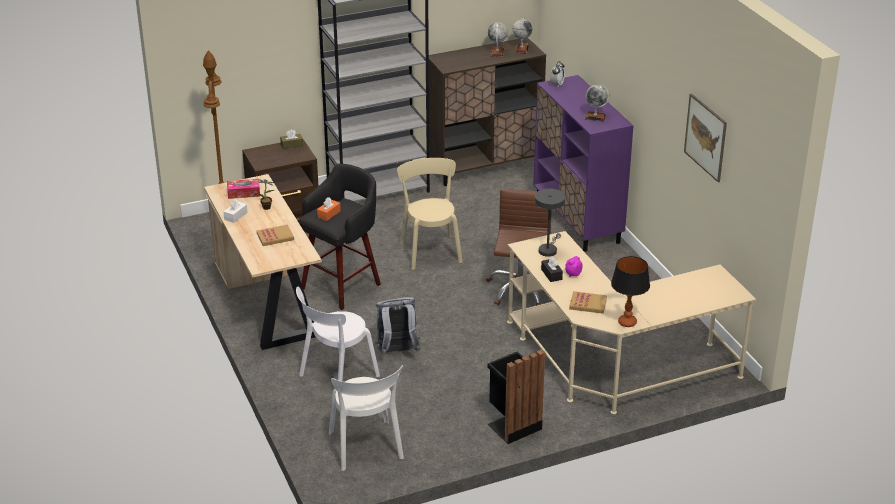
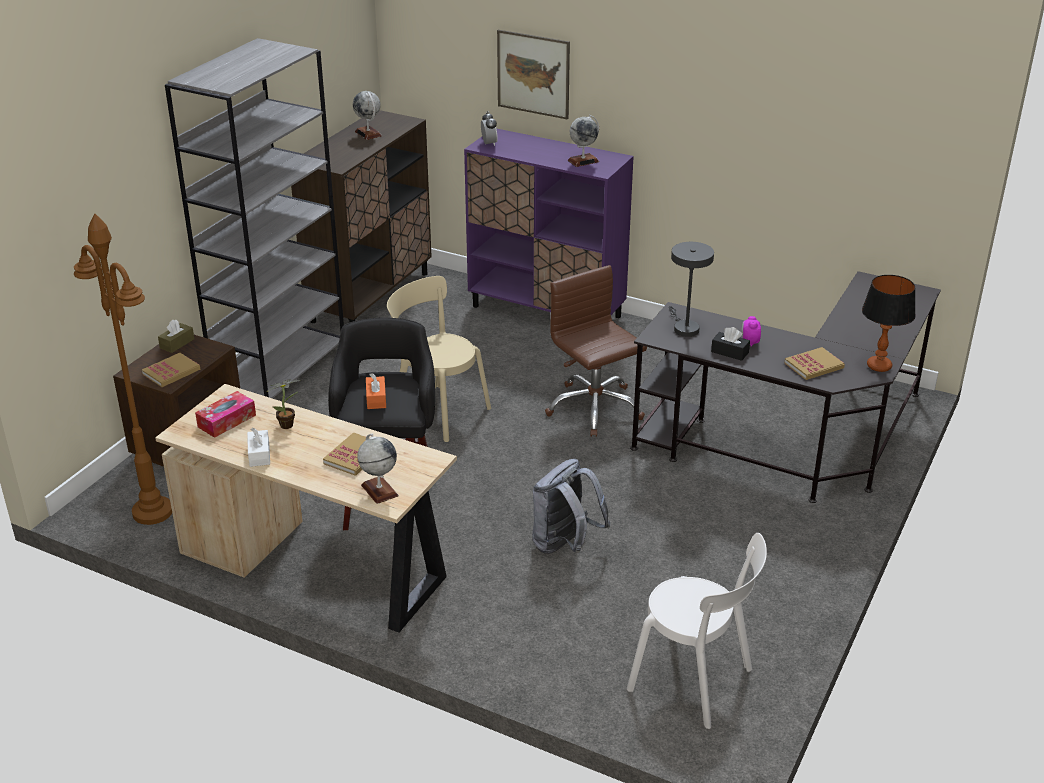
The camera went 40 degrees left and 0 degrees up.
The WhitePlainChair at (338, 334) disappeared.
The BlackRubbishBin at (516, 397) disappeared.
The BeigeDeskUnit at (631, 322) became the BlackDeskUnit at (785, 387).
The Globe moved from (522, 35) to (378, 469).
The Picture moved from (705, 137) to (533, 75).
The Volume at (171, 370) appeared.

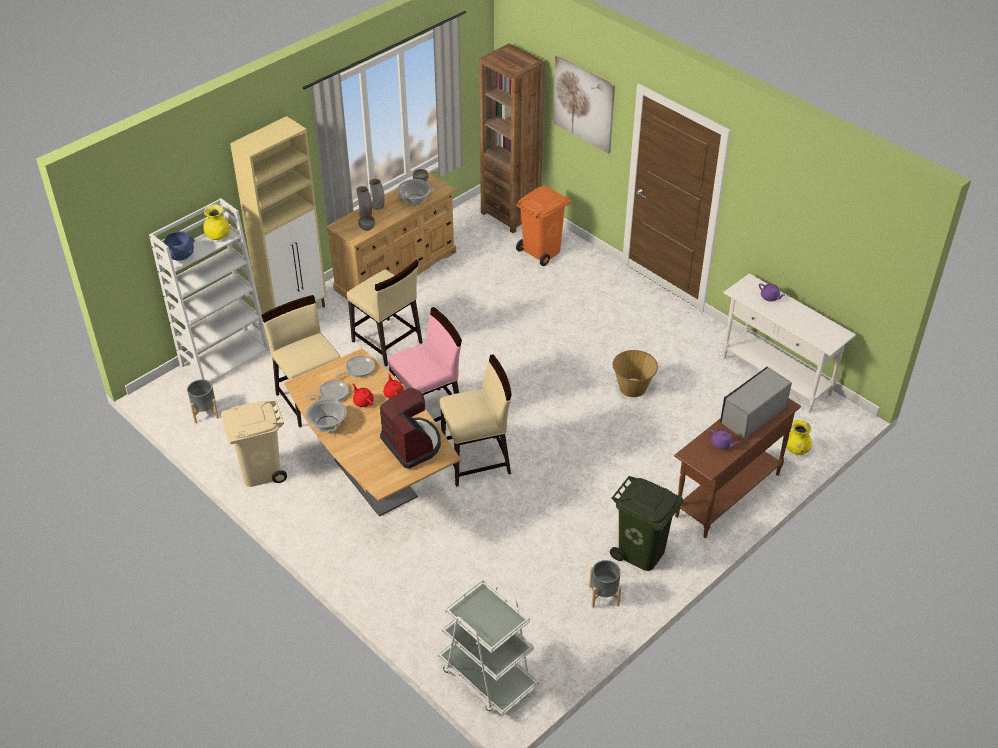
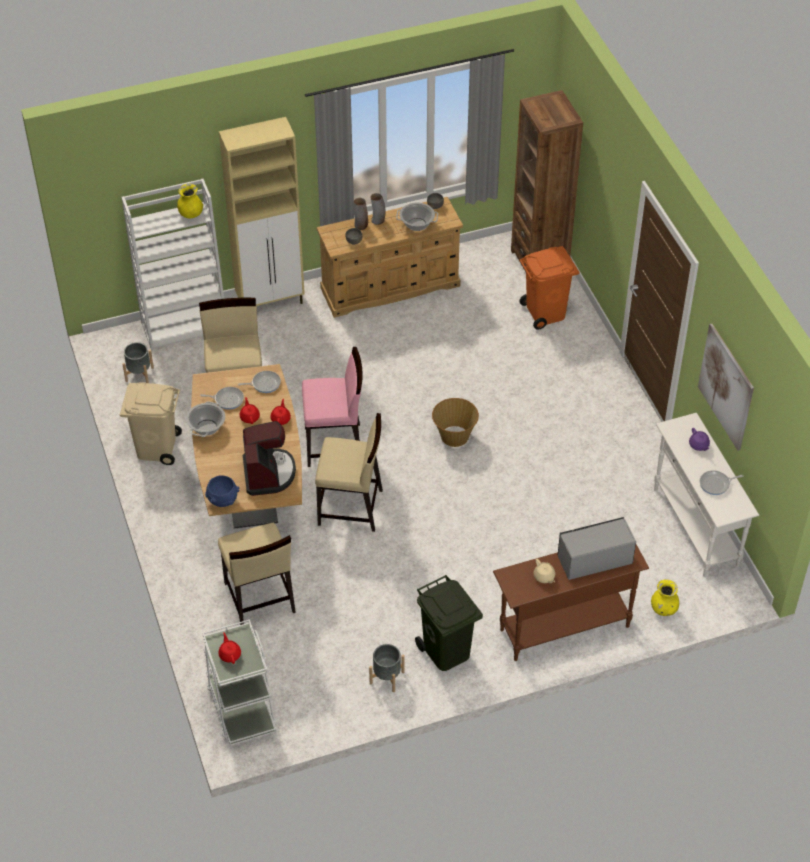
The camera went 25 degrees right and 5 degrees up.
The BlueDeepDish moved from (179, 246) to (222, 491).
The BeigePlainChair moved from (385, 313) to (257, 573).
The Picture moved from (584, 104) to (726, 387).
The StorageBasket moved from (635, 373) to (455, 422).
The PurplishPotForTea at (723, 439) became the BeigePotForTea at (544, 571).
The RedColouredPotForTea at (229, 648) appeared.
The FryingPan at (722, 482) appeared.

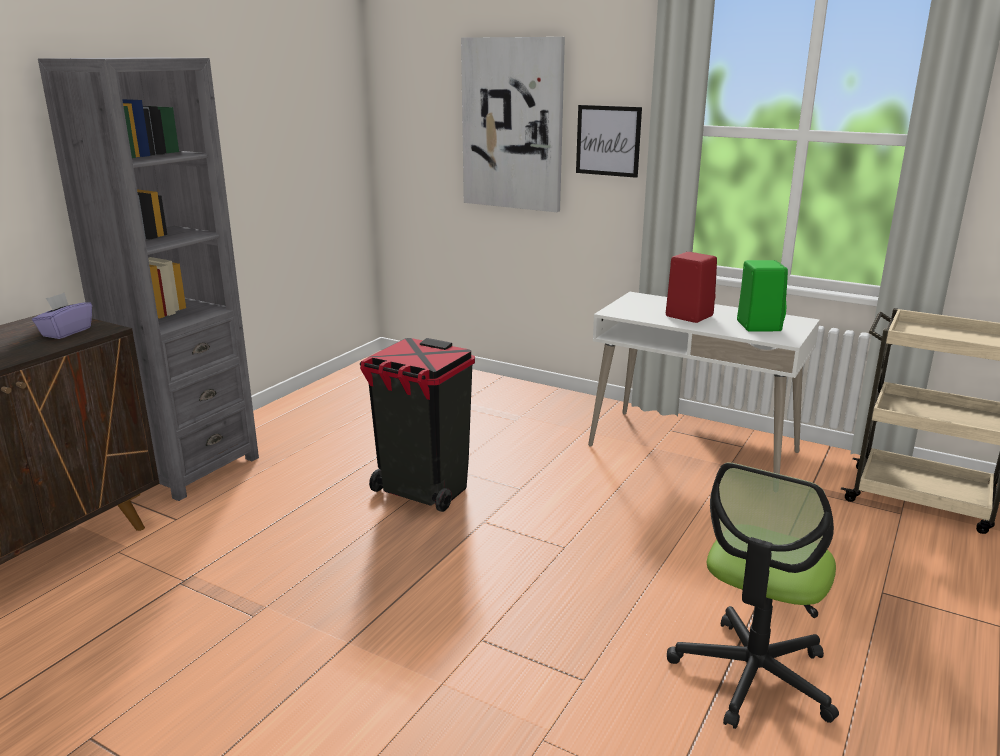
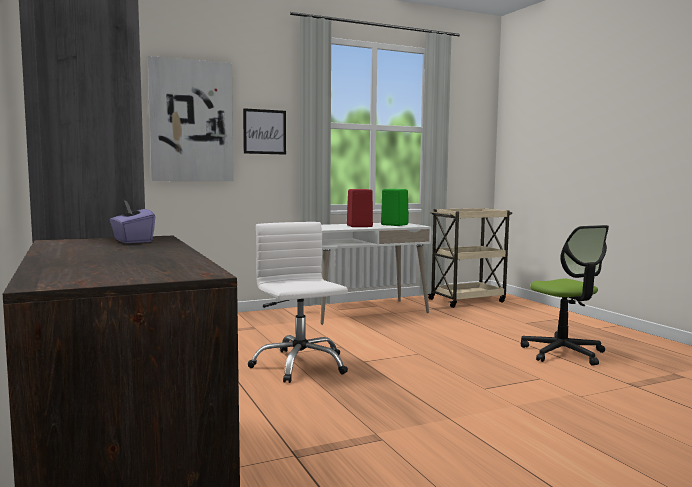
The camera went 55 degrees left and 15 degrees down.
The BlackRubbishBin at (417, 425) was replaced by the WhiteDeskChair at (298, 302).

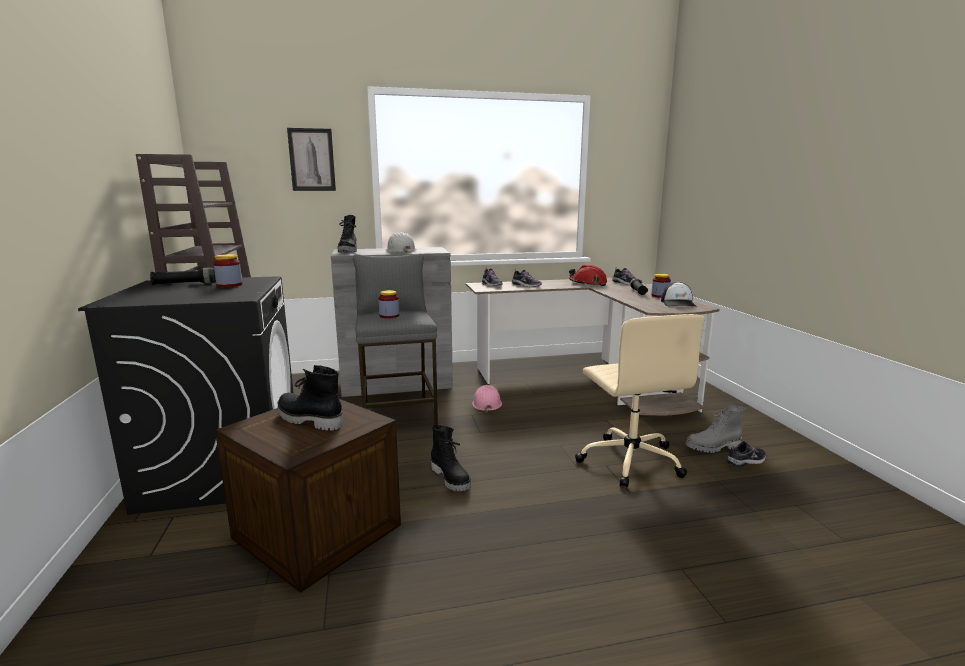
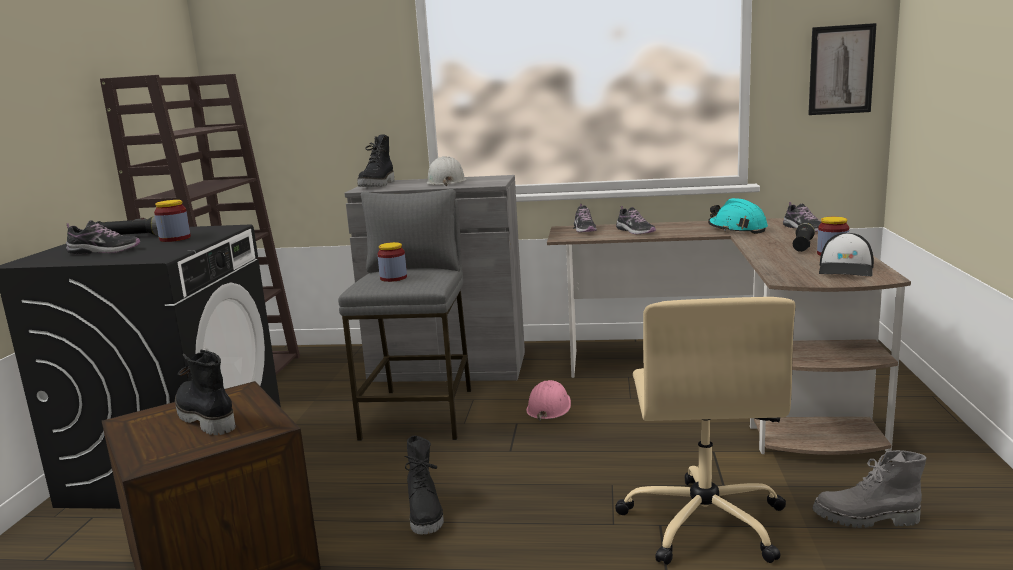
The camera went 20 degrees right and 0 degrees up.
The Picture moved from (311, 159) to (842, 69).
The RedColouredWorkHelmet at (588, 275) became the TurquoiseColouredWorkHelmet at (738, 216).
The Shoe moved from (746, 454) to (103, 237).

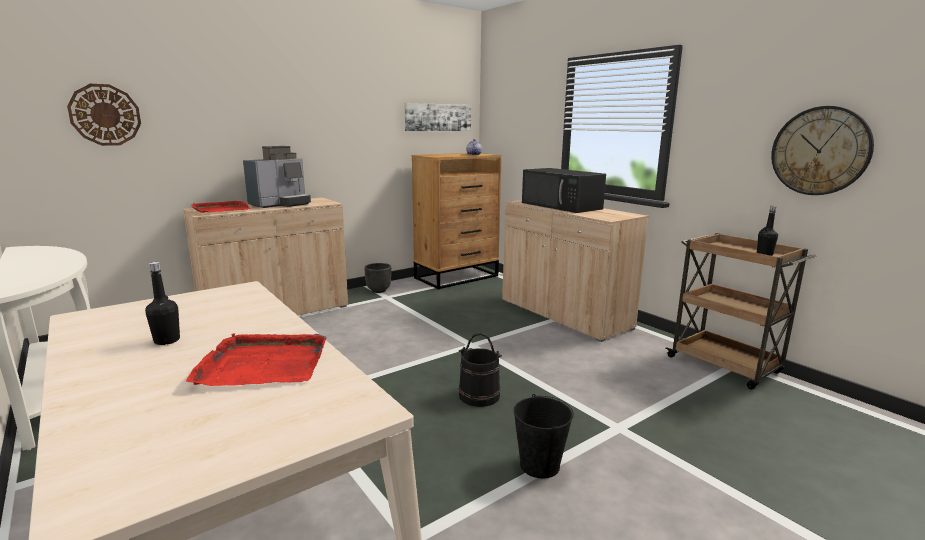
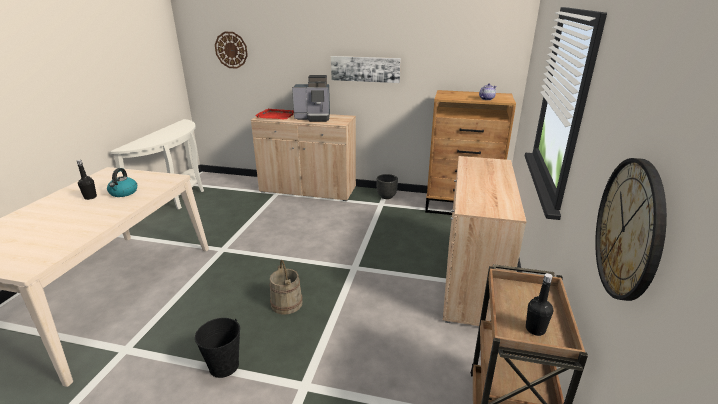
The camera went 50 degrees right and 10 degrees up.
The RedColouredCarryingTray at (256, 359) disappeared.
The Picture moved from (437, 117) to (366, 69).
The BlackPail at (480, 370) became the BeigePail at (286, 287).
The BlackMicrowaveOven at (564, 190) disappeared.
The TeaKettle at (122, 182) appeared.

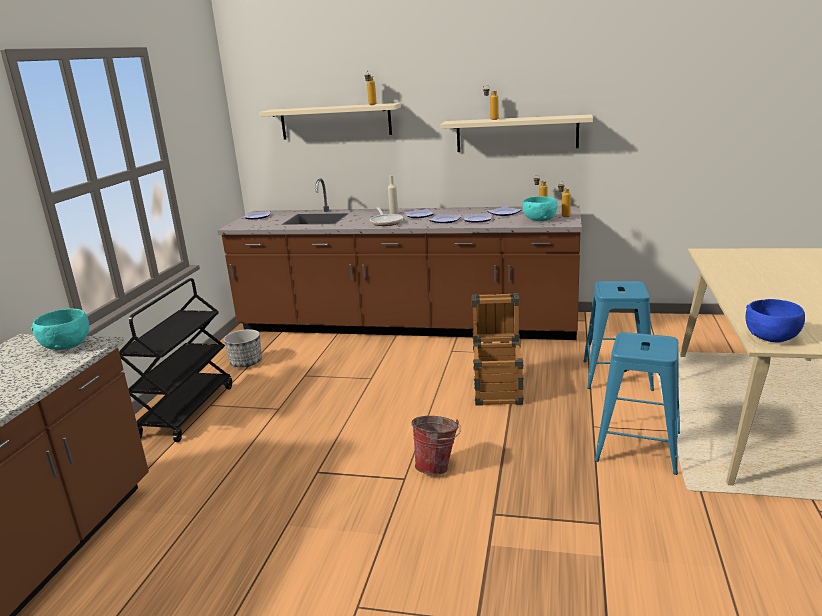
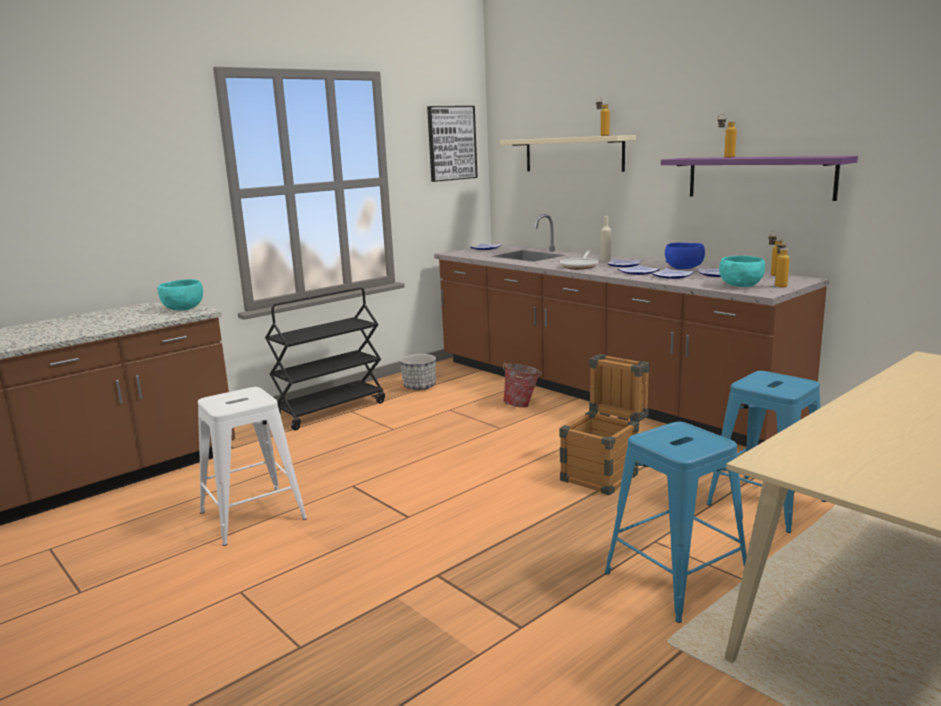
The camera went 35 degrees right and 5 degrees down.
The Pail moved from (436, 445) to (522, 385).
The BeigeShelf at (516, 133) became the PurplishShelf at (759, 178).
The BlueDeepDish moved from (775, 320) to (685, 256).
The WhiteSittingStool at (252, 466) appeared.
The Picture at (452, 144) appeared.

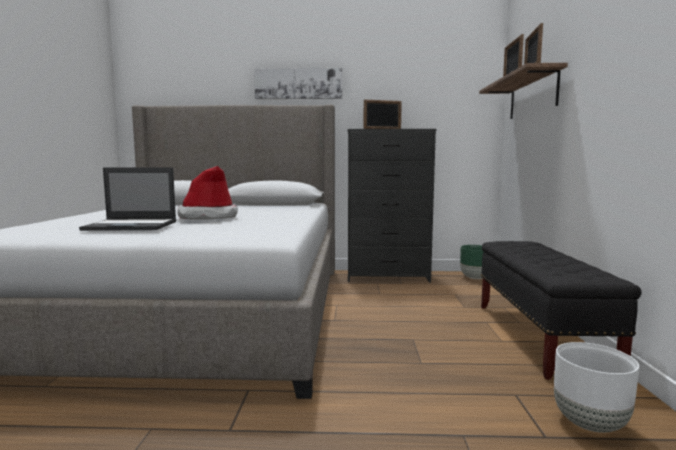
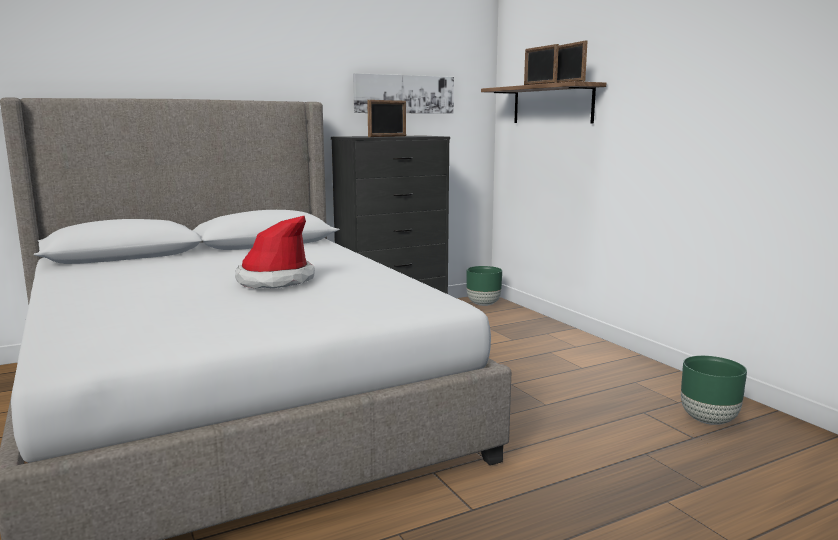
The camera went 30 degrees left and 5 degrees up.
The PortableComputer at (127, 199) disappeared.
The Picture moved from (298, 83) to (403, 93).
The BlackBench at (561, 310) disappeared.
The WhitePlanter at (596, 387) became the GreenishPlanter at (714, 390).

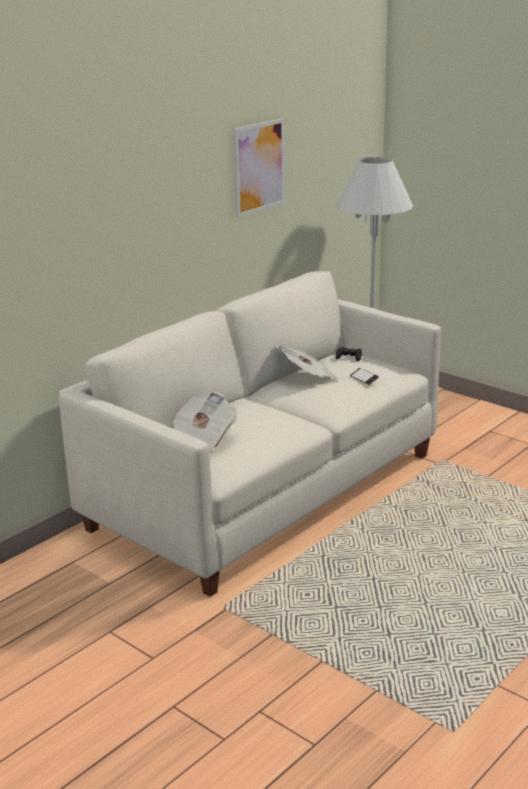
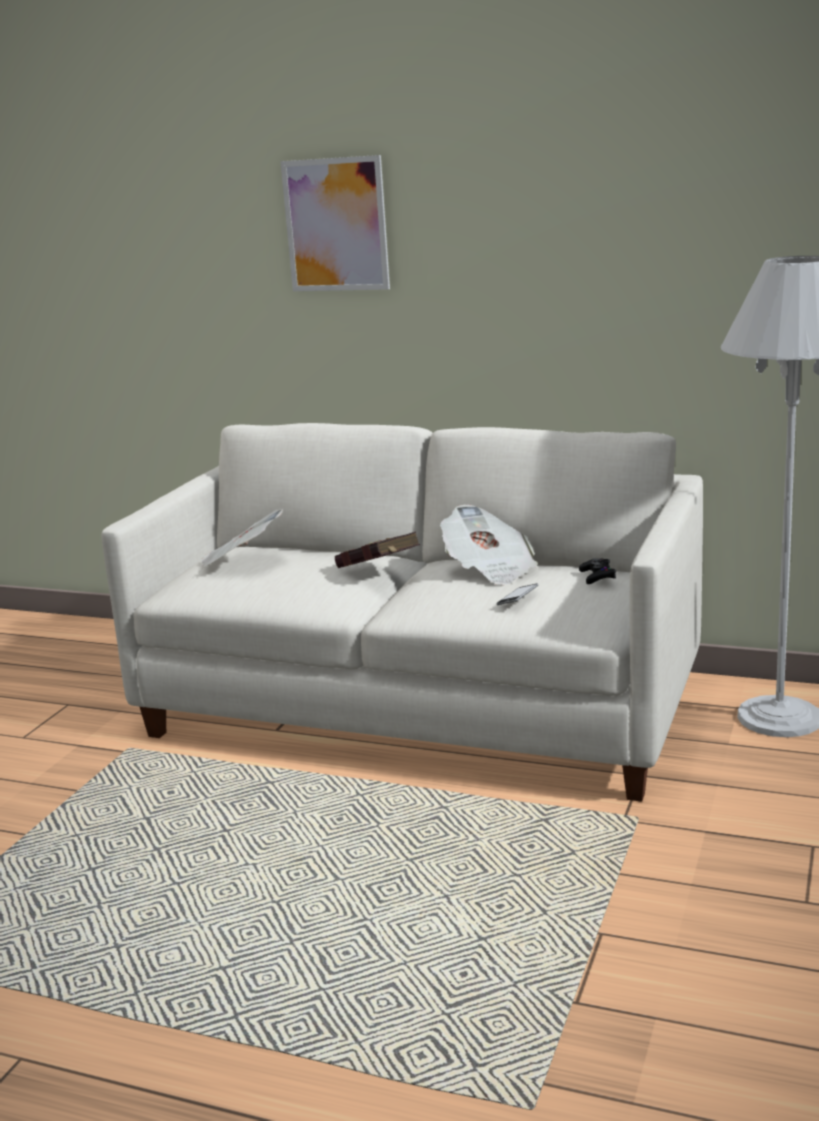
The camera went 70 degrees right and 5 degrees down.
The Picture moved from (259, 167) to (335, 223).
The RedColouredVolume at (377, 549) appeared.

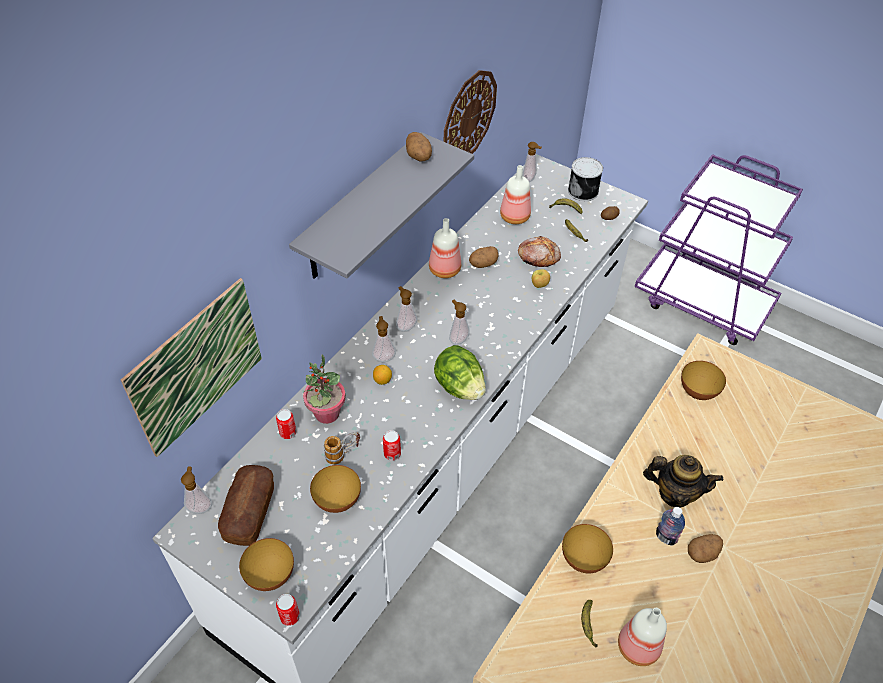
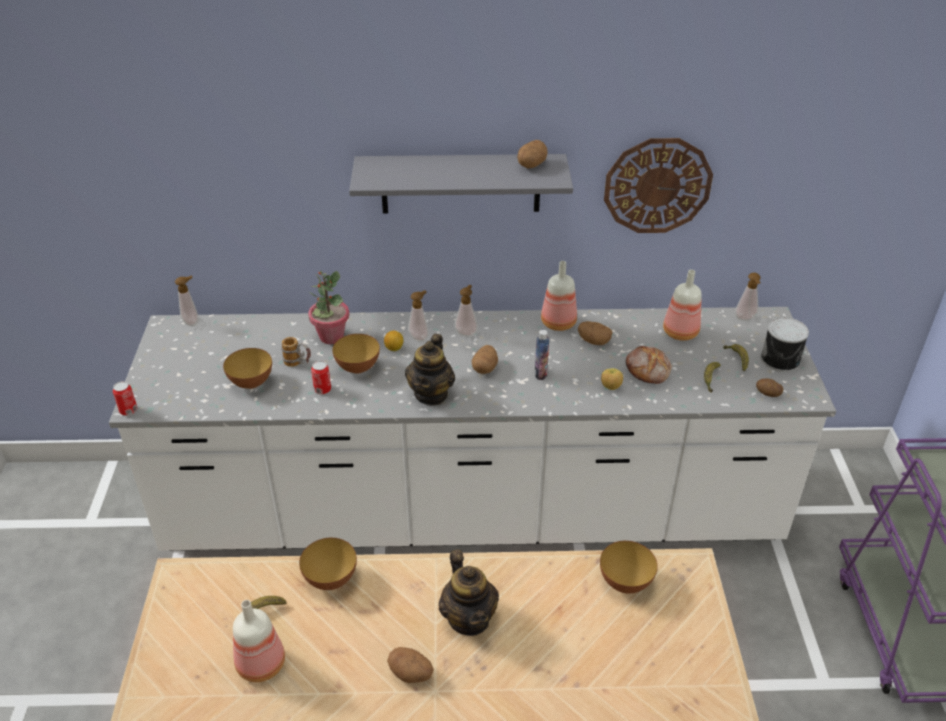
The camera went 55 degrees right and 10 degrees down.
The Picture at (191, 367) disappeared.
The Bread at (246, 505) disappeared.
The DeepDish moved from (266, 564) to (356, 354).
The MetalCan at (286, 424) disappeared.
The HeadOfLettuce at (460, 372) was replaced by the PotForTea at (430, 370).
The LiquidSoapBottle at (459, 322) was replaced by the Spud at (485, 359).
The DrinkBottle moved from (670, 526) to (542, 355).

